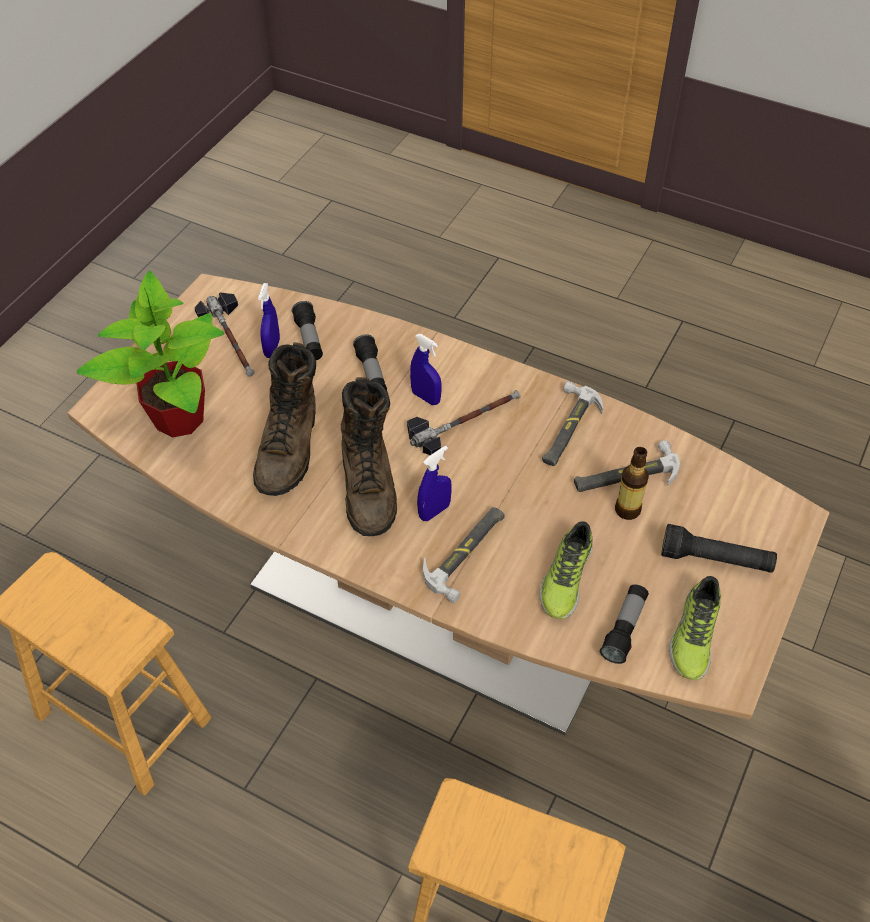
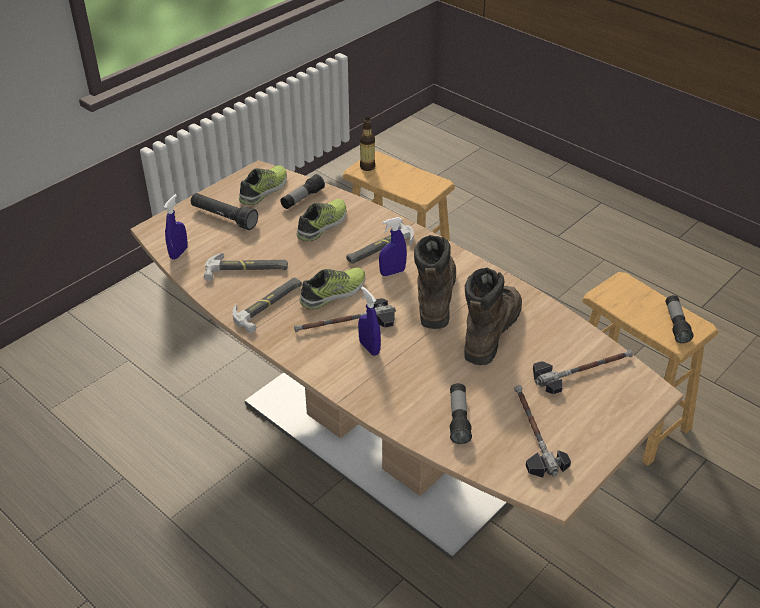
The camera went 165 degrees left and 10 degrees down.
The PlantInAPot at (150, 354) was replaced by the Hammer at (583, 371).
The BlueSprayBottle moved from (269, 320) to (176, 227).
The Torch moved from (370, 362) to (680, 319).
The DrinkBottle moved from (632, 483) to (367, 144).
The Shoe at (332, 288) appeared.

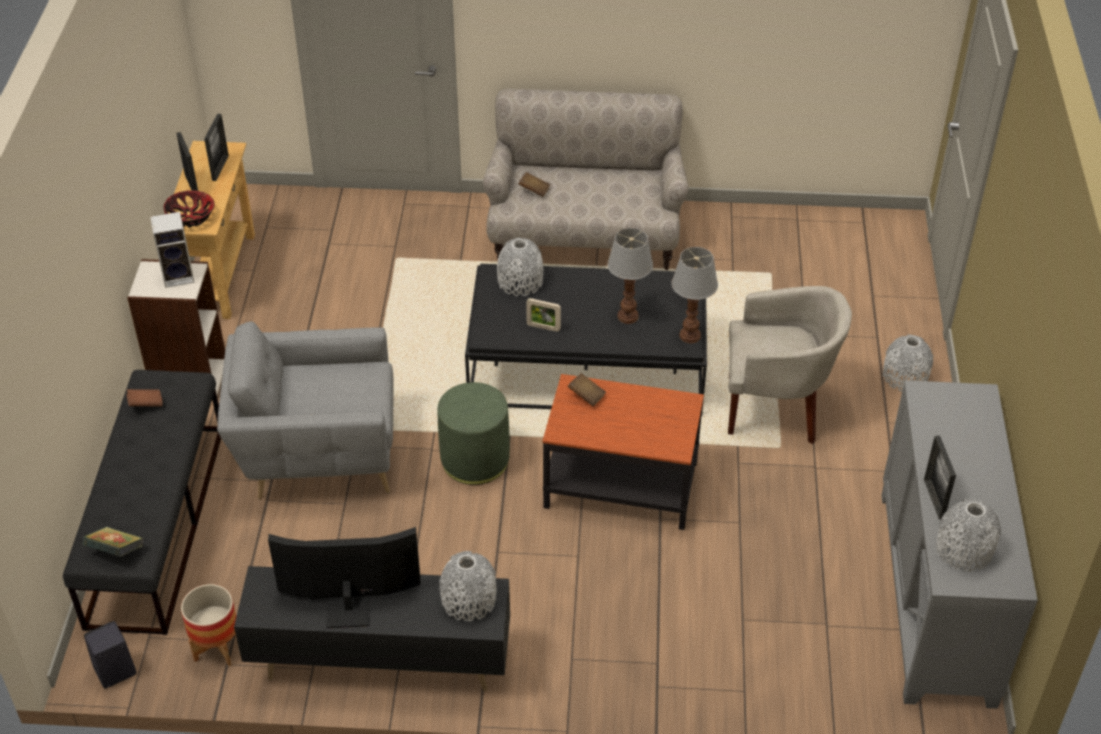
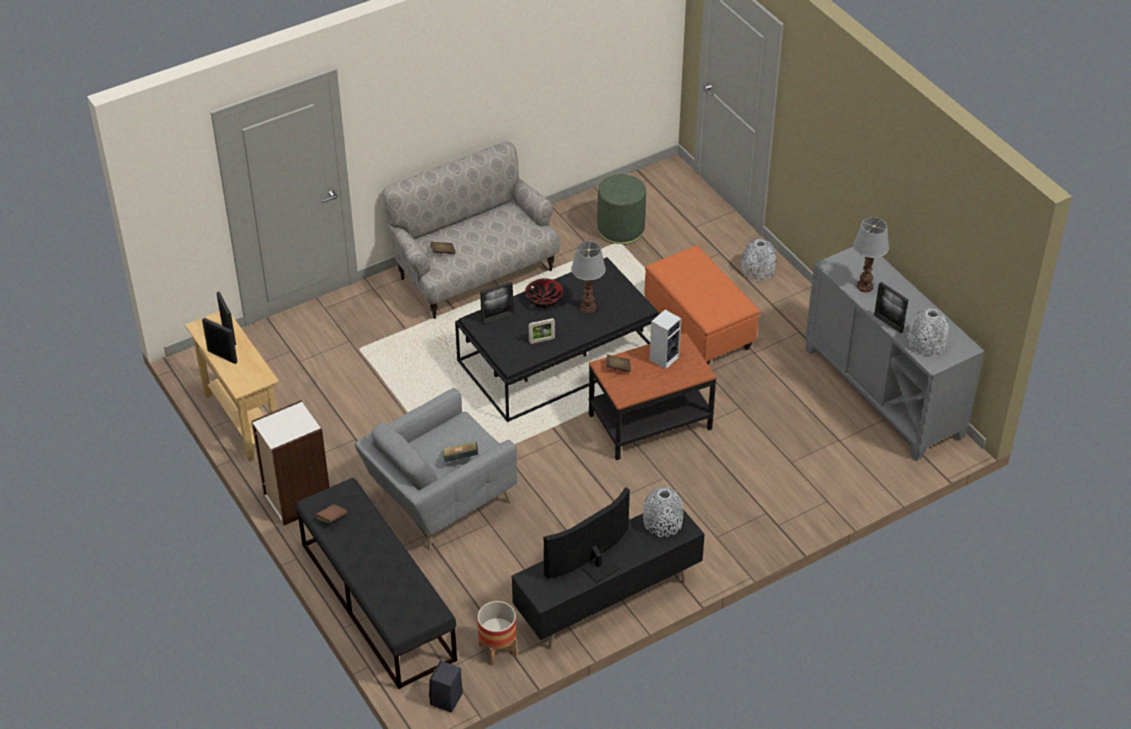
The camera went 35 degrees left and 0 degrees up.
The Volume moved from (113, 542) to (460, 451).
The Loudspeaker moved from (172, 250) to (665, 339).
The DeepDish moved from (189, 208) to (544, 293).
The GreenishOttoman moved from (473, 433) to (621, 209).
The GreyishDecorativeVase at (520, 267) was replaced by the StandingFrame at (496, 303).
The TableLamp moved from (694, 295) to (871, 255).
The BeigeArmchair at (790, 365) was replaced by the OrangeColouredOttoman at (702, 305).

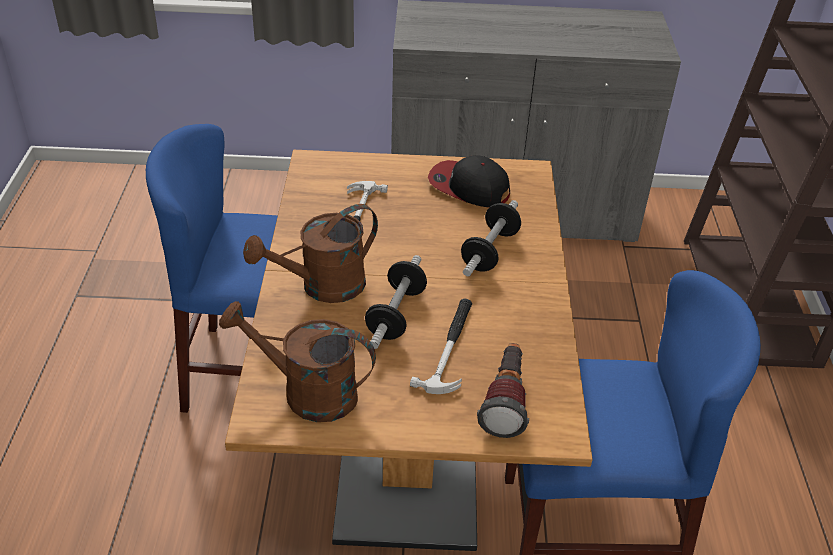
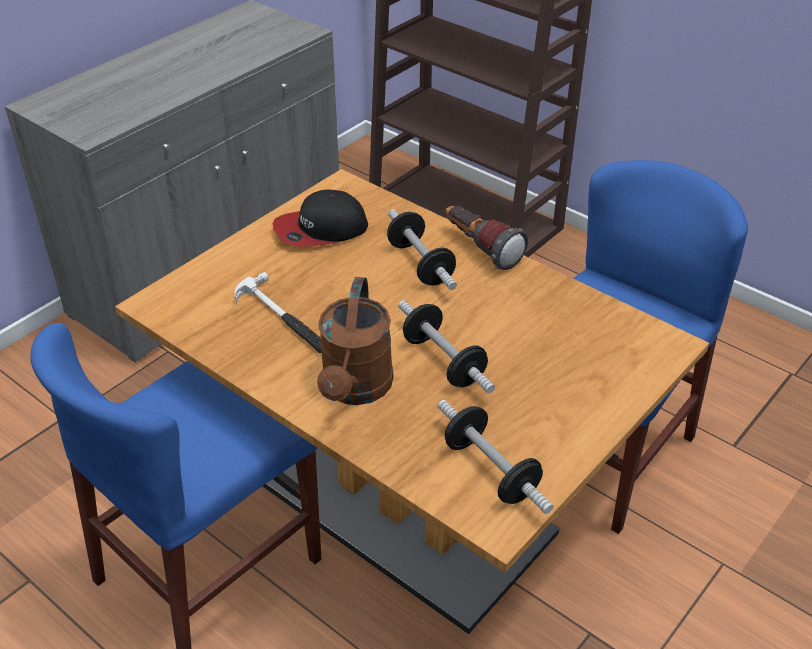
The camera went 50 degrees left and 0 degrees up.
The BrownishWateringPot at (297, 361) was replaced by the Dumbbell at (496, 457).
The Hammer at (441, 346) disappeared.
The Torch moved from (503, 390) to (486, 237).

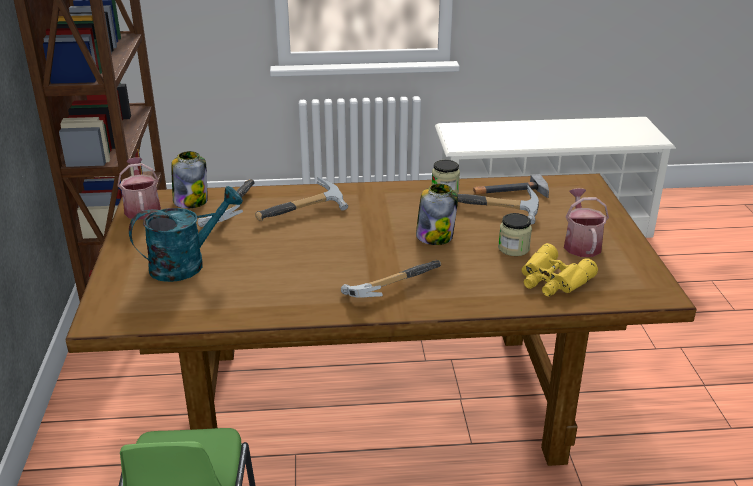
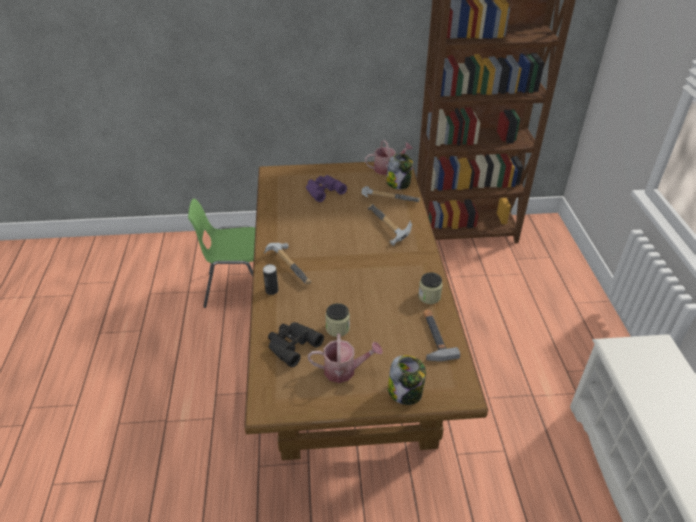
The camera went 90 degrees right and 10 degrees up.
The TurquoiseColouredWateringPot at (186, 234) was replaced by the PurplishFieldGlasses at (326, 188).
The PreserveJar moved from (437, 214) to (407, 380).
The Hammer at (498, 205) disappeared.
The YellowishFieldGlasses at (560, 270) became the BlackFieldGlasses at (296, 344).
The MetalCan at (270, 279) appeared.

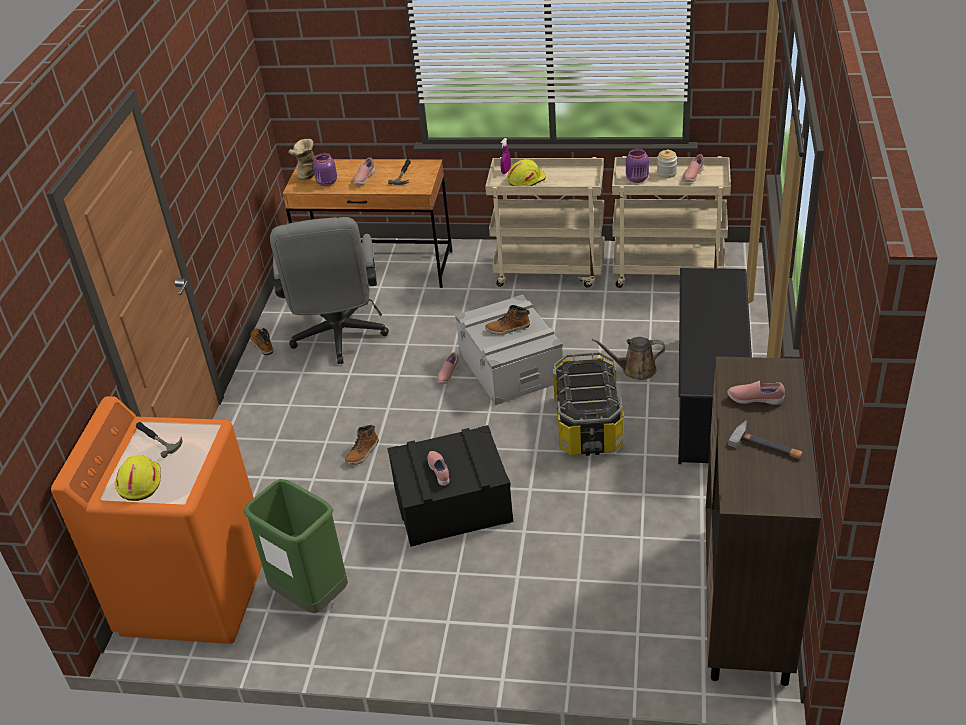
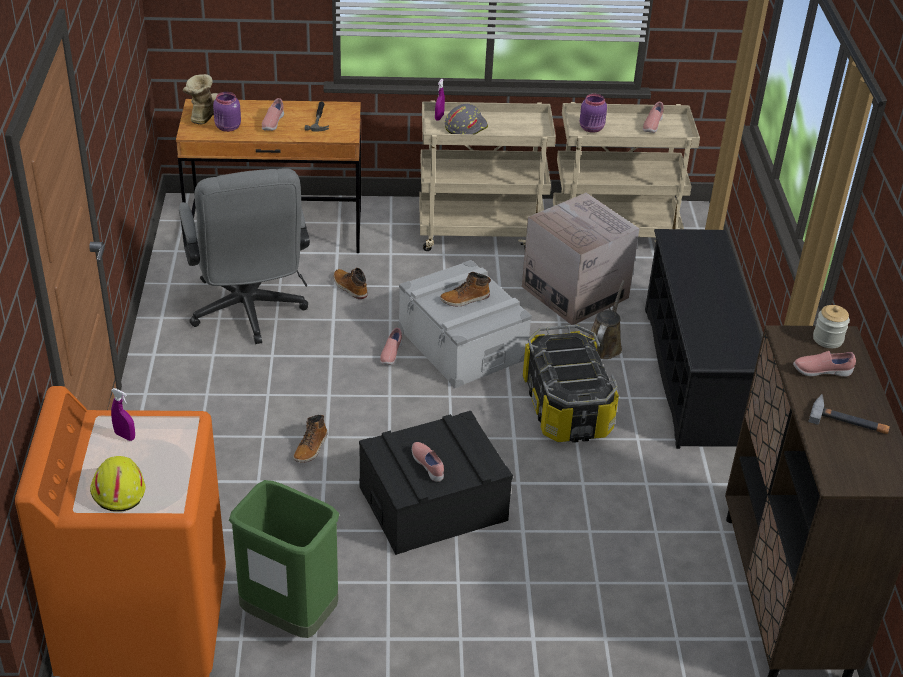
The camera went 15 degrees left and 0 degrees up.
The Hammer at (159, 440) was replaced by the PurplishSprayBottle at (123, 414).
The Boot moved from (262, 341) to (351, 283).
The YellowishWorkHelmet at (526, 172) became the GreyishWorkHelmet at (466, 119).
The BrownishWateringPot at (628, 358) turned 120 degrees clockwise.
The PreserveJar moved from (667, 163) to (831, 326).
The Carton at (580, 259) appeared.

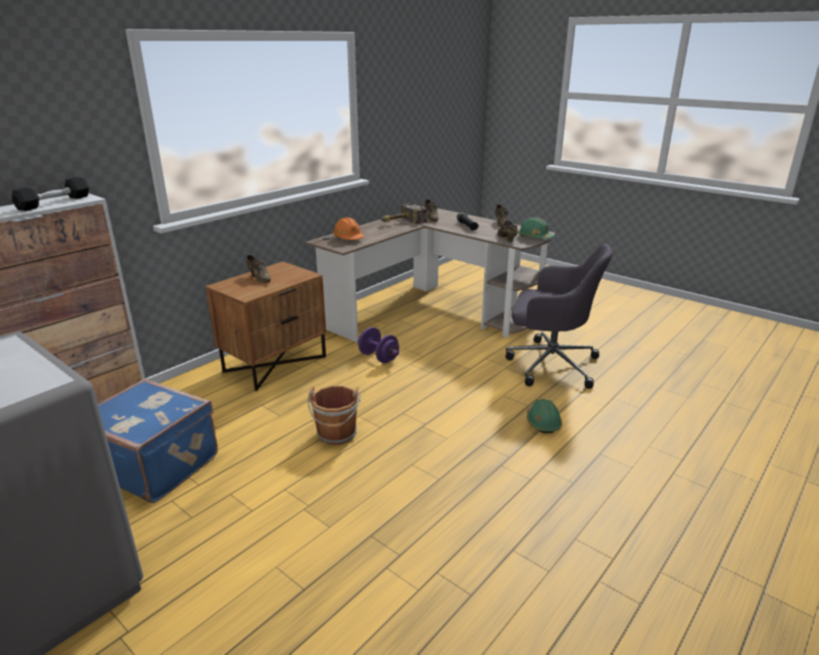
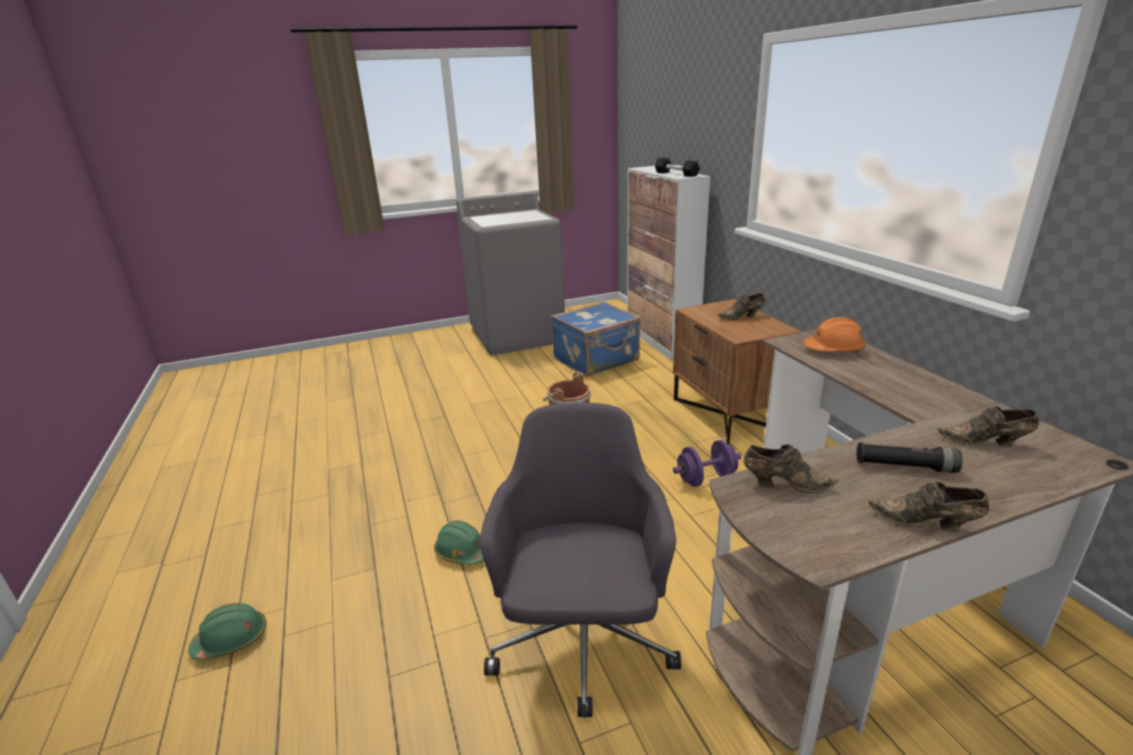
The camera went 120 degrees right and 0 degrees up.
The Hammer at (404, 213) disappeared.
The GreyishDeskChair at (559, 316) turned 135 degrees clockwise.
The GreenishWorkHelmet moved from (536, 228) to (227, 631).

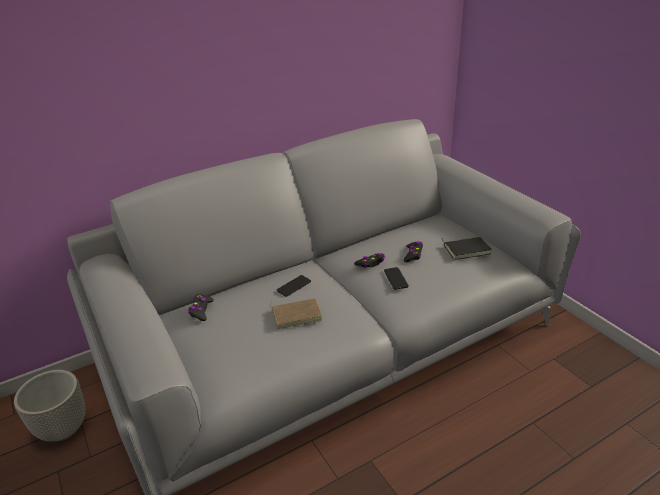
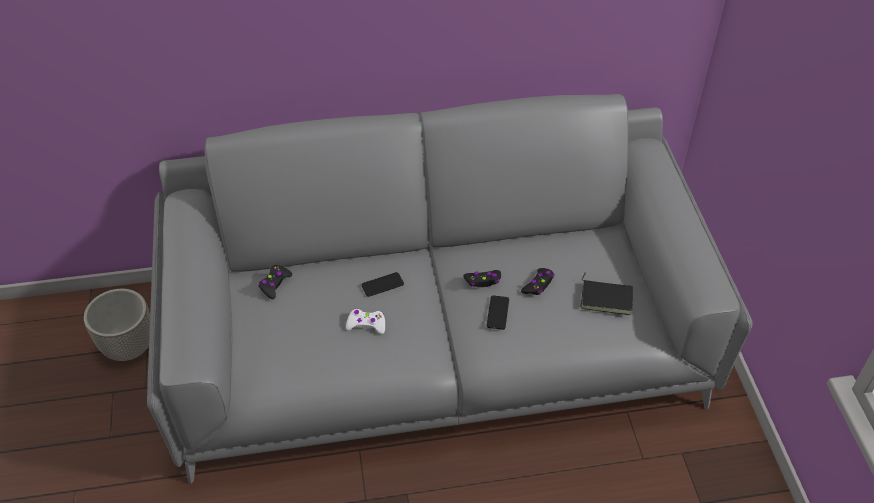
The camera went 20 degrees right and 15 degrees up.
The BrownishVolume at (296, 313) was replaced by the WhiteGamepad at (365, 321).

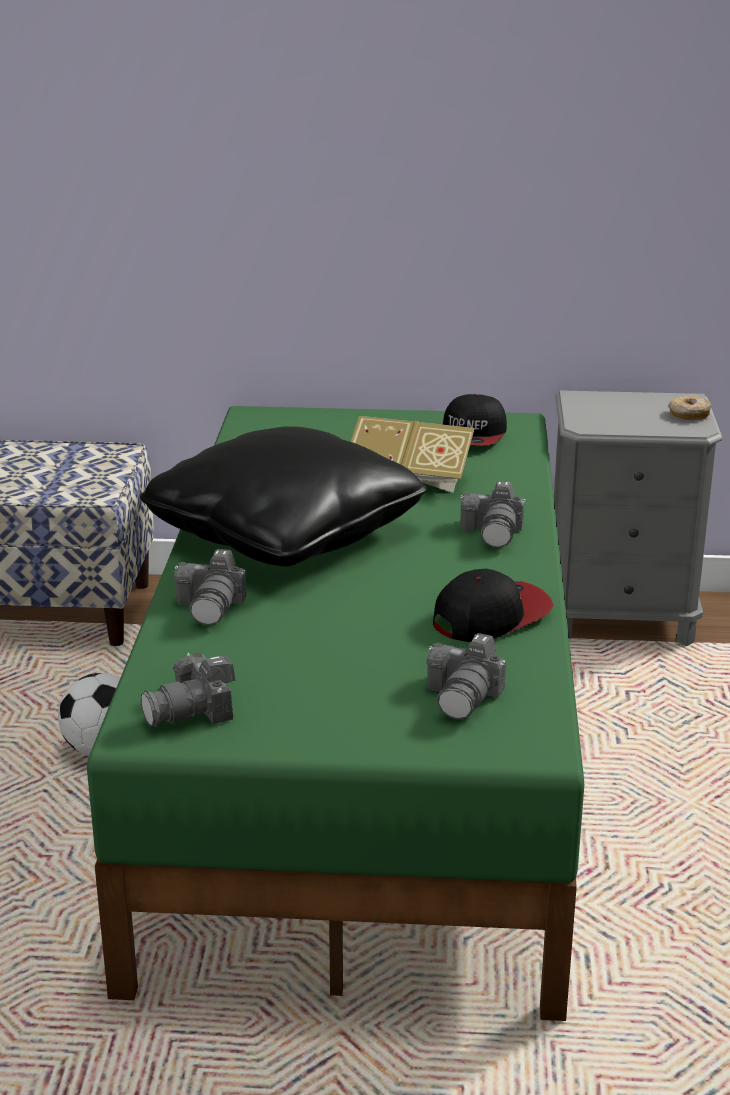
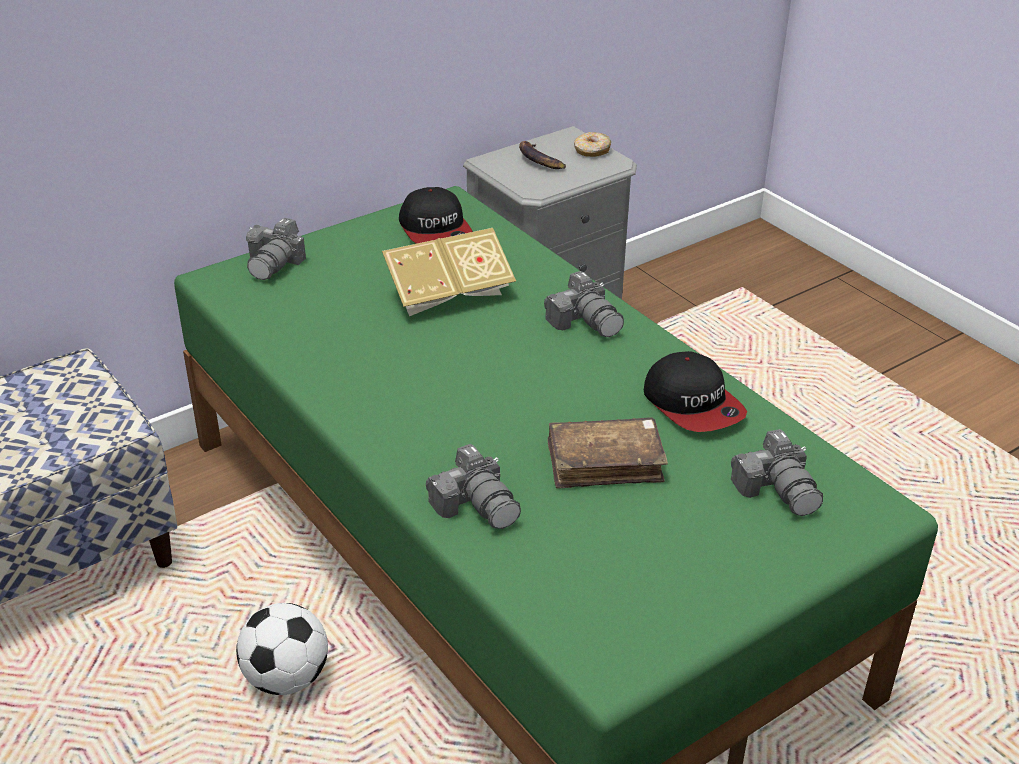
The camera went 40 degrees left and 10 degrees up.
The BlackCushion at (283, 496) disappeared.
The StillCamera moved from (188, 689) to (276, 249).
The Cap at (493, 605) turned 135 degrees clockwise.
The BananaFruit at (542, 155) appeared.
The BrownishVolume at (608, 453) appeared.

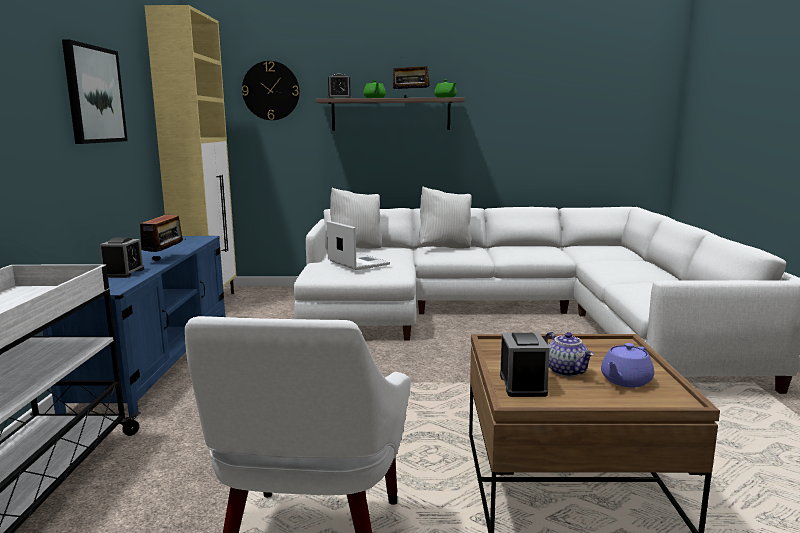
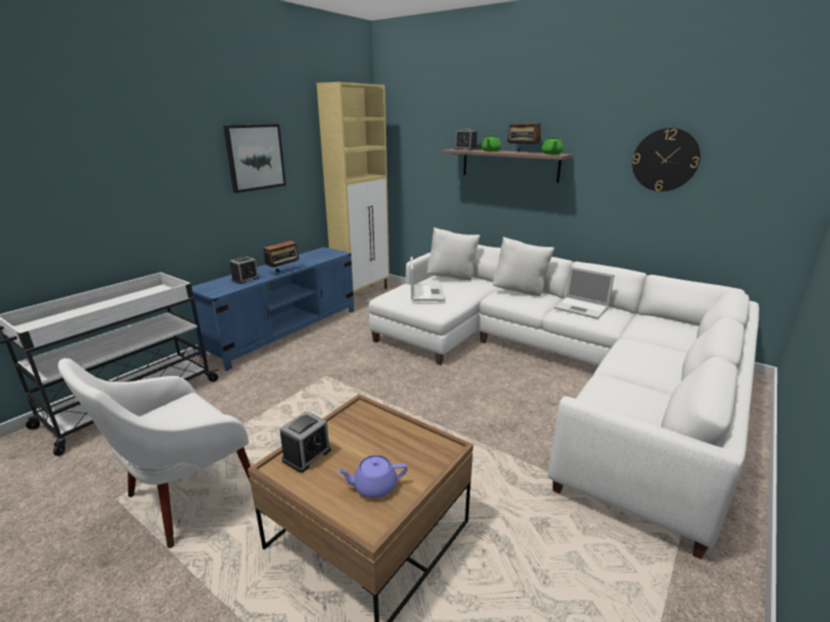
The camera went 35 degrees right and 10 degrees up.
The WallClock moved from (271, 90) to (666, 159).
The PotForTea at (569, 354) disappeared.
The PortableComputer at (584, 293) appeared.

